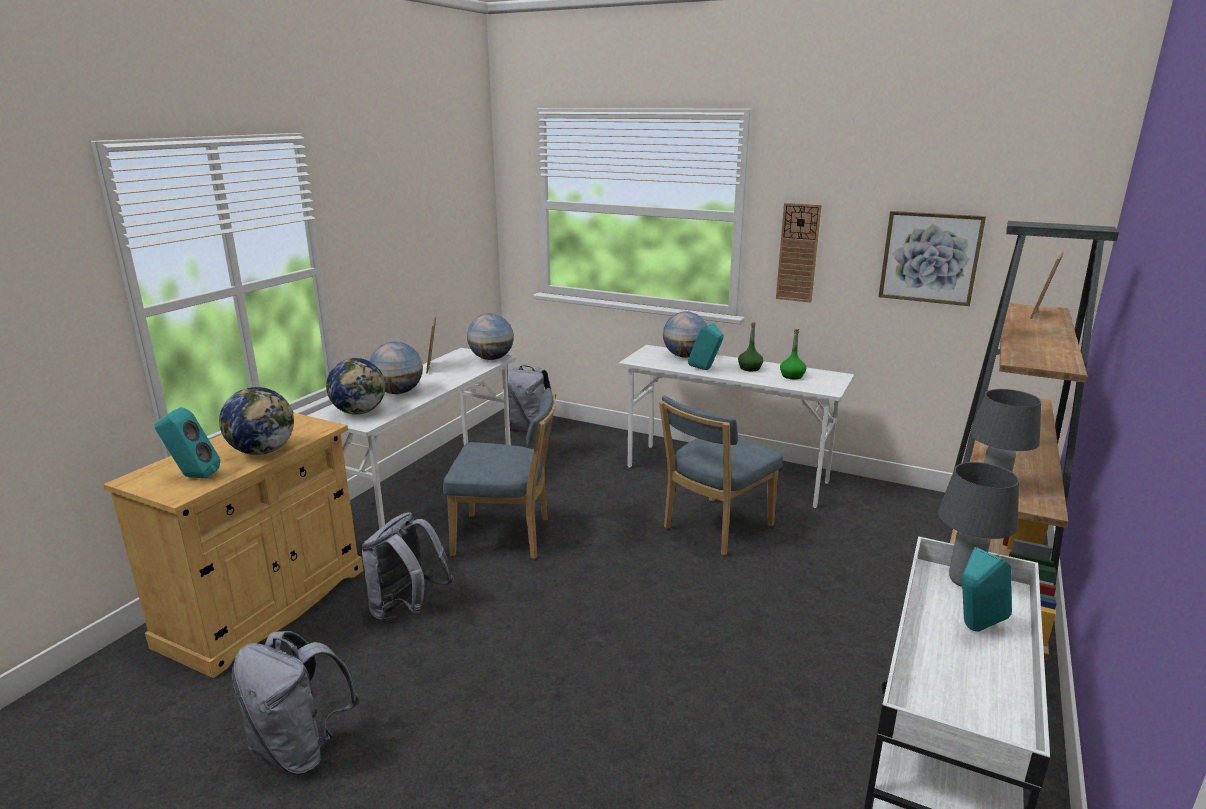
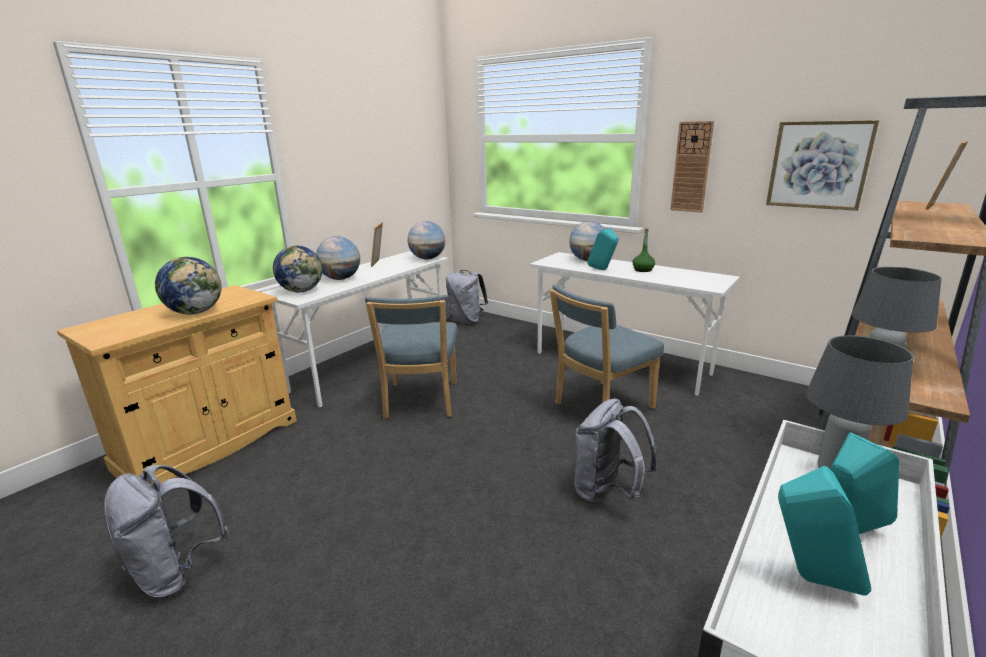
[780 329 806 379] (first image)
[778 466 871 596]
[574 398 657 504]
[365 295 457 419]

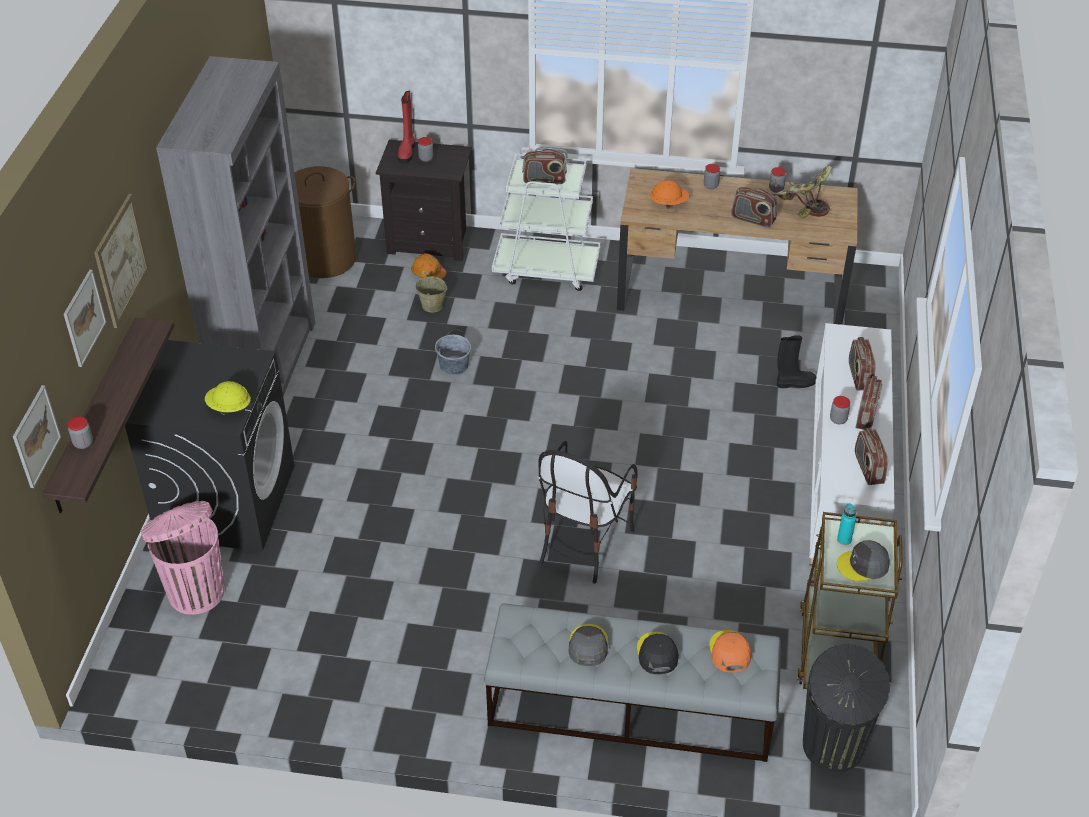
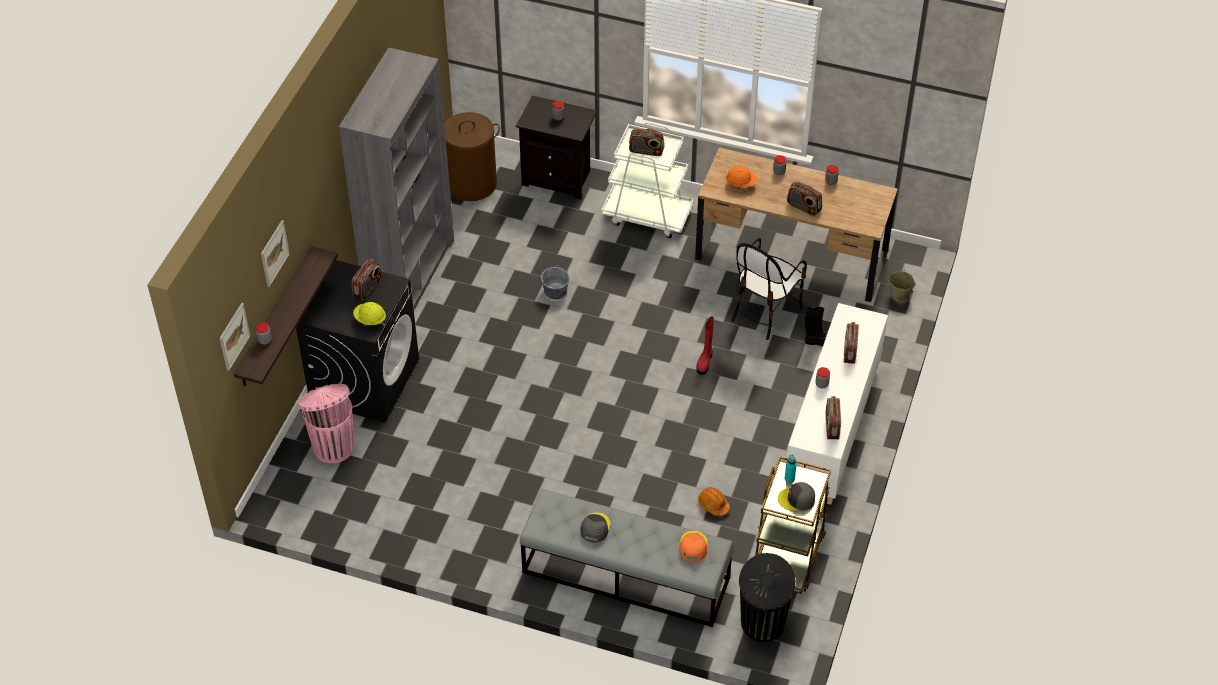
[94 194 149 328] (first image)
[637 632 679 674] (first image)
[772 166 832 218] (first image)
[696 317 714 375]
[698 487 730 516]
[889 269 915 301]
[731 238 807 340]
[352 259 382 300]

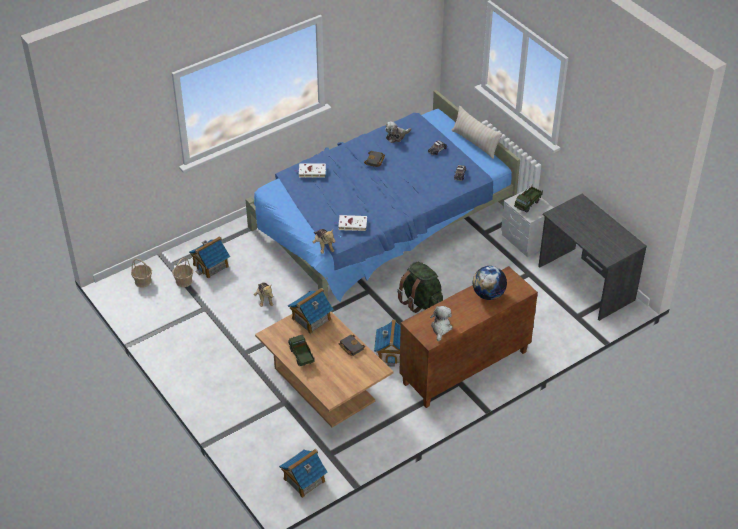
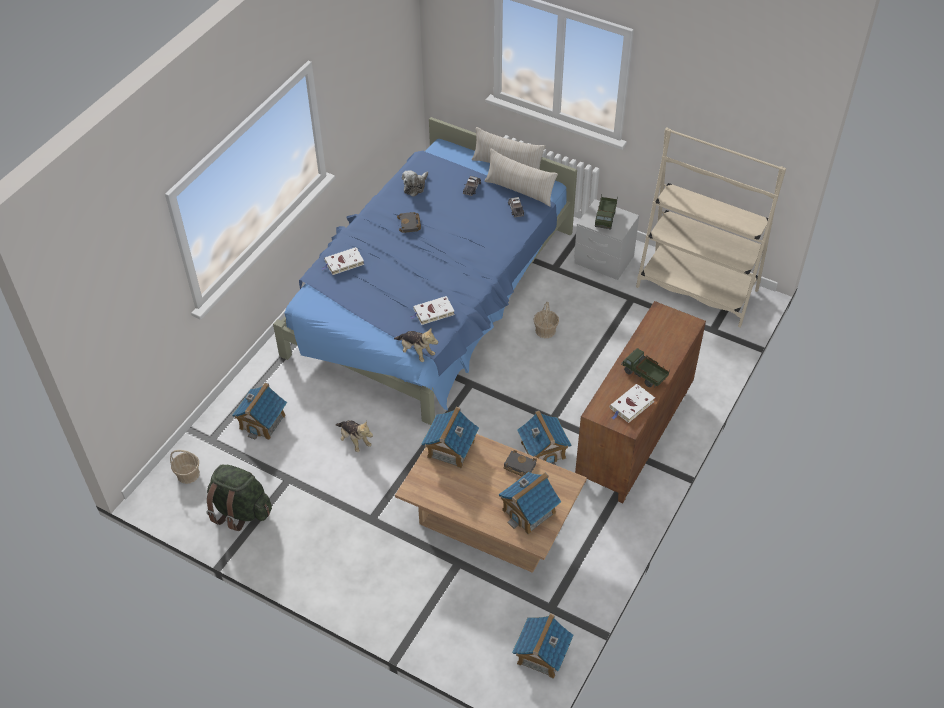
[472 266 507 300] (first image)
[485 149 558 207]
[499 472 561 535]
[533 302 559 338]
[621 348 670 387]
[207 465 272 531]
[610 384 655 423]
[636 127 786 327]

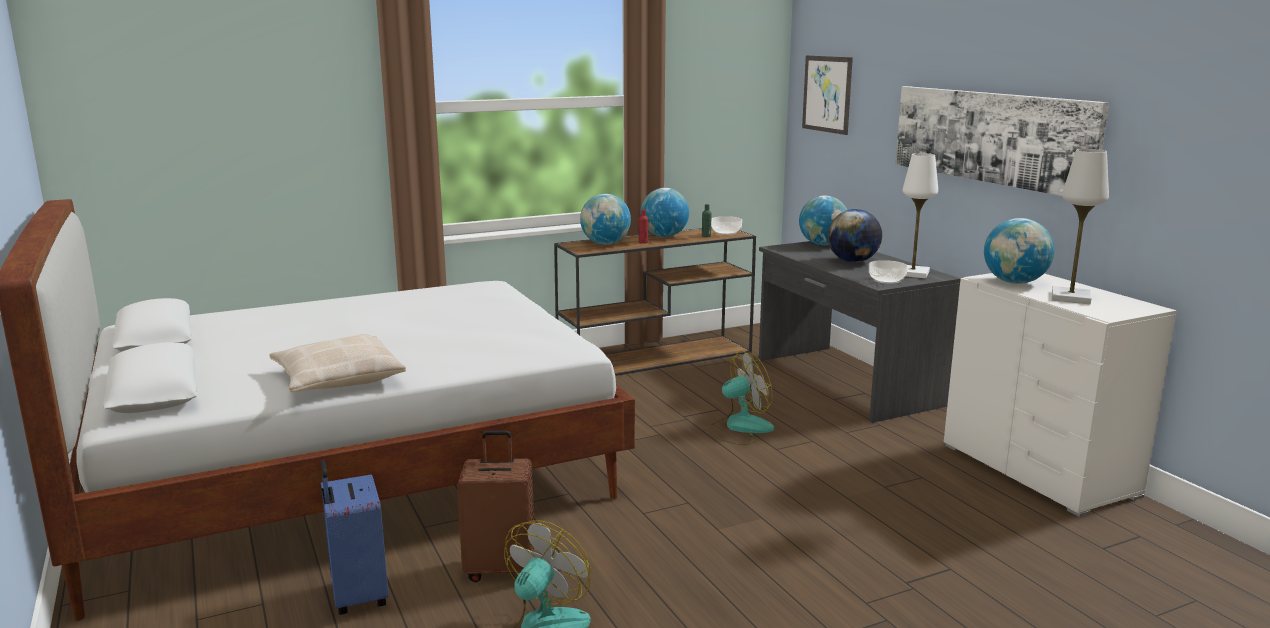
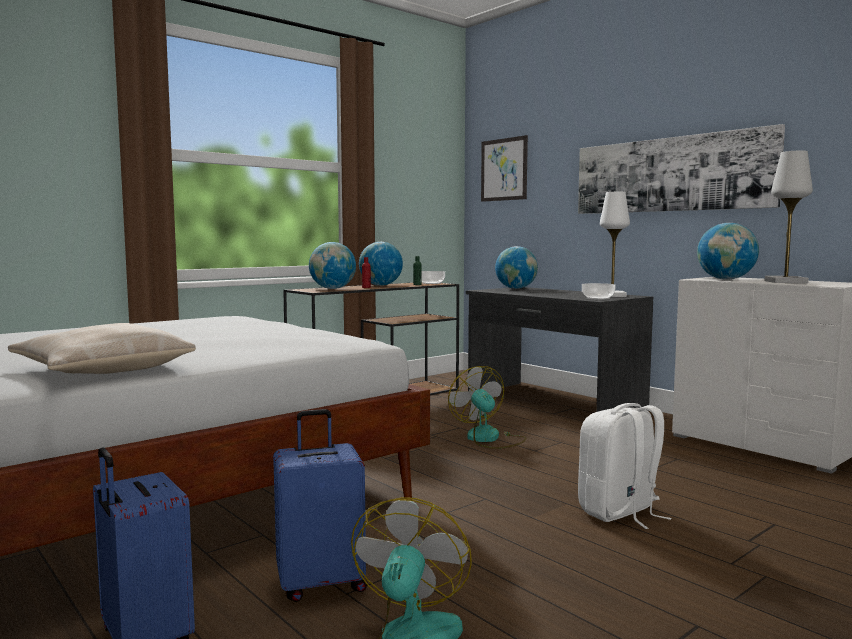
[828 209 882 262] (first image)
[578 403 672 529]
[273 409 367 602]
[448 366 526 449]

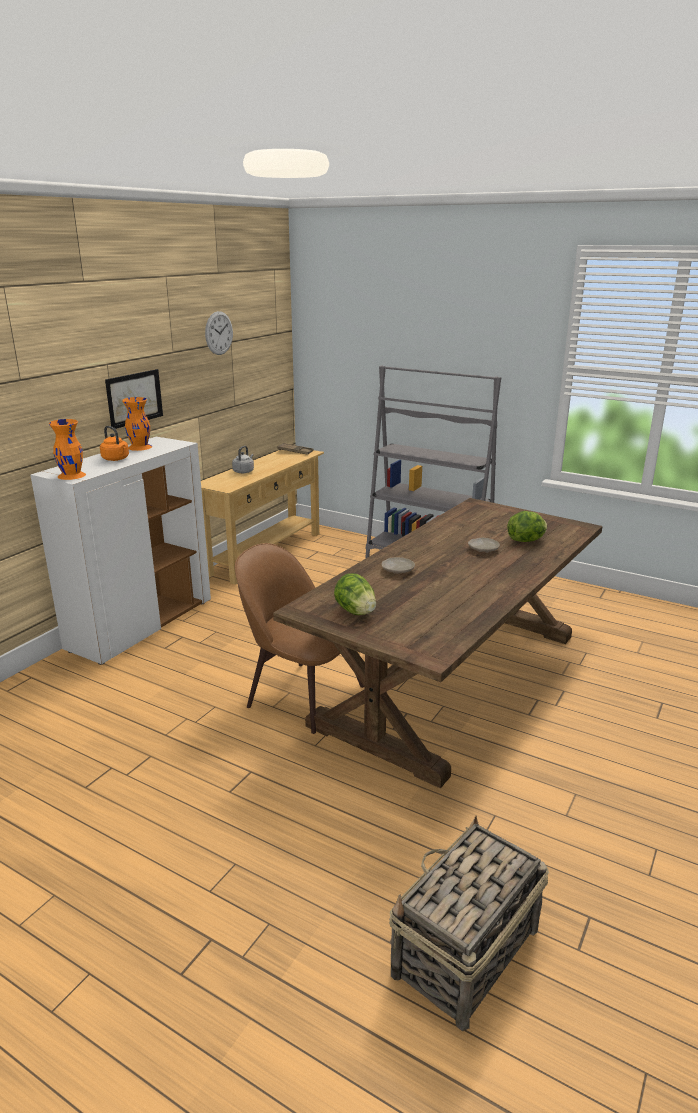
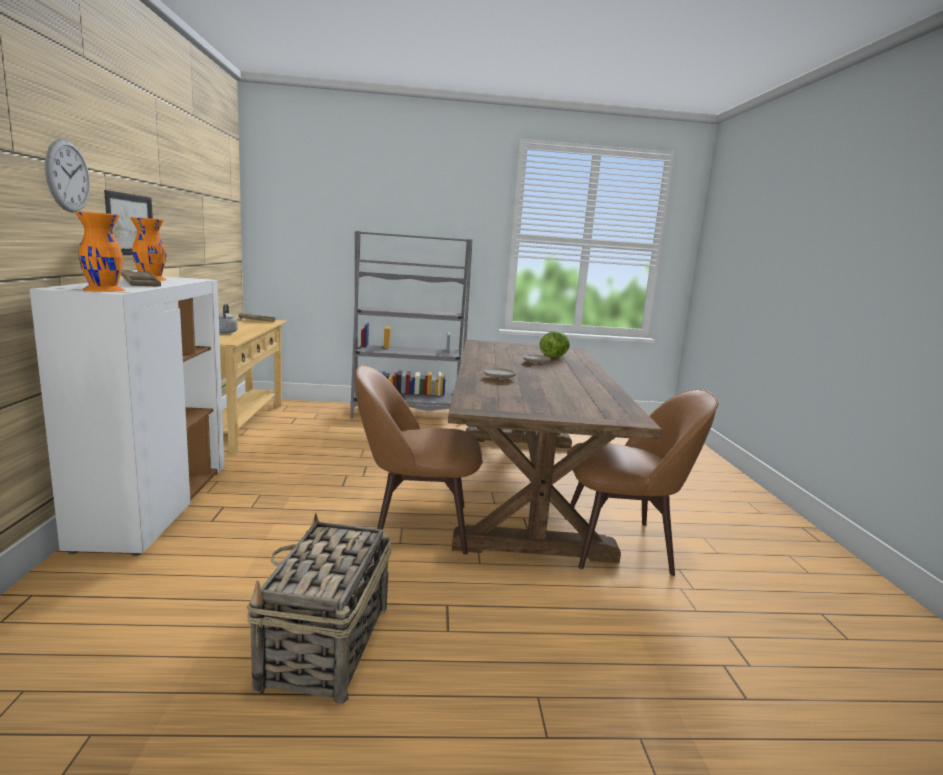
[334 573 376 615] (first image)
[565 389 718 576]
[45 139 90 213]
[247 513 392 704]
[121 270 161 286]

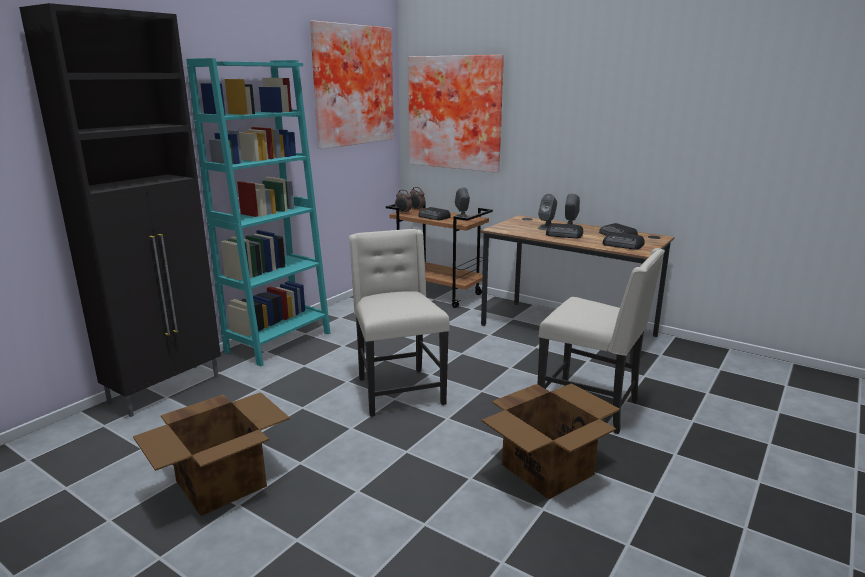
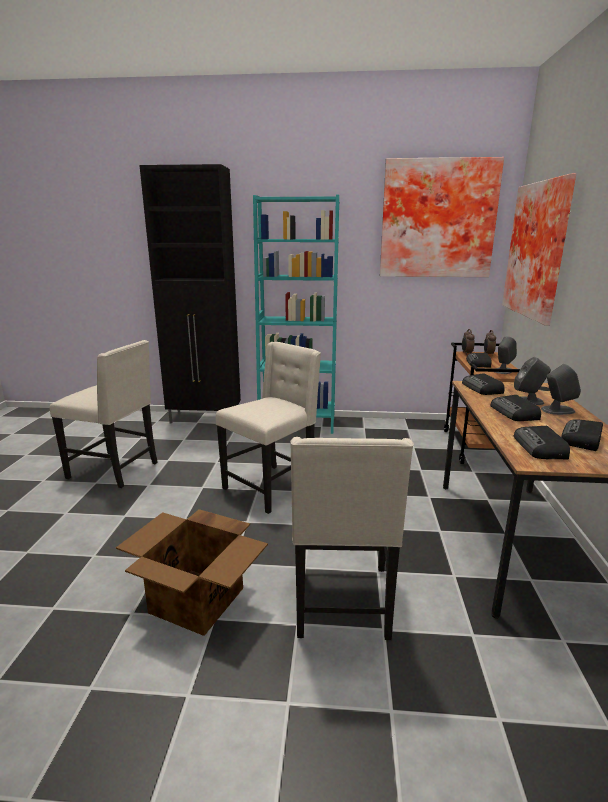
[462 373 505 395]
[50 340 158 488]

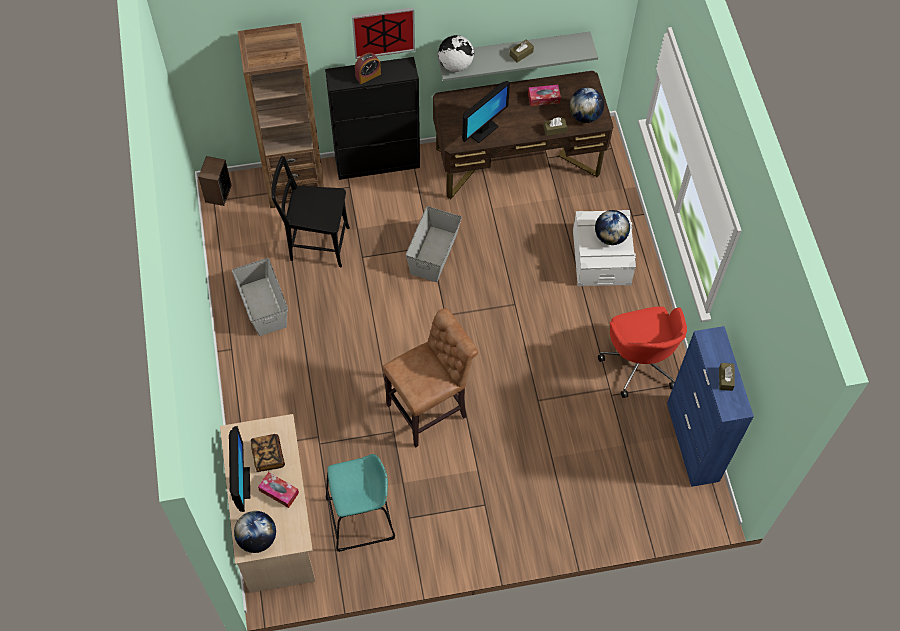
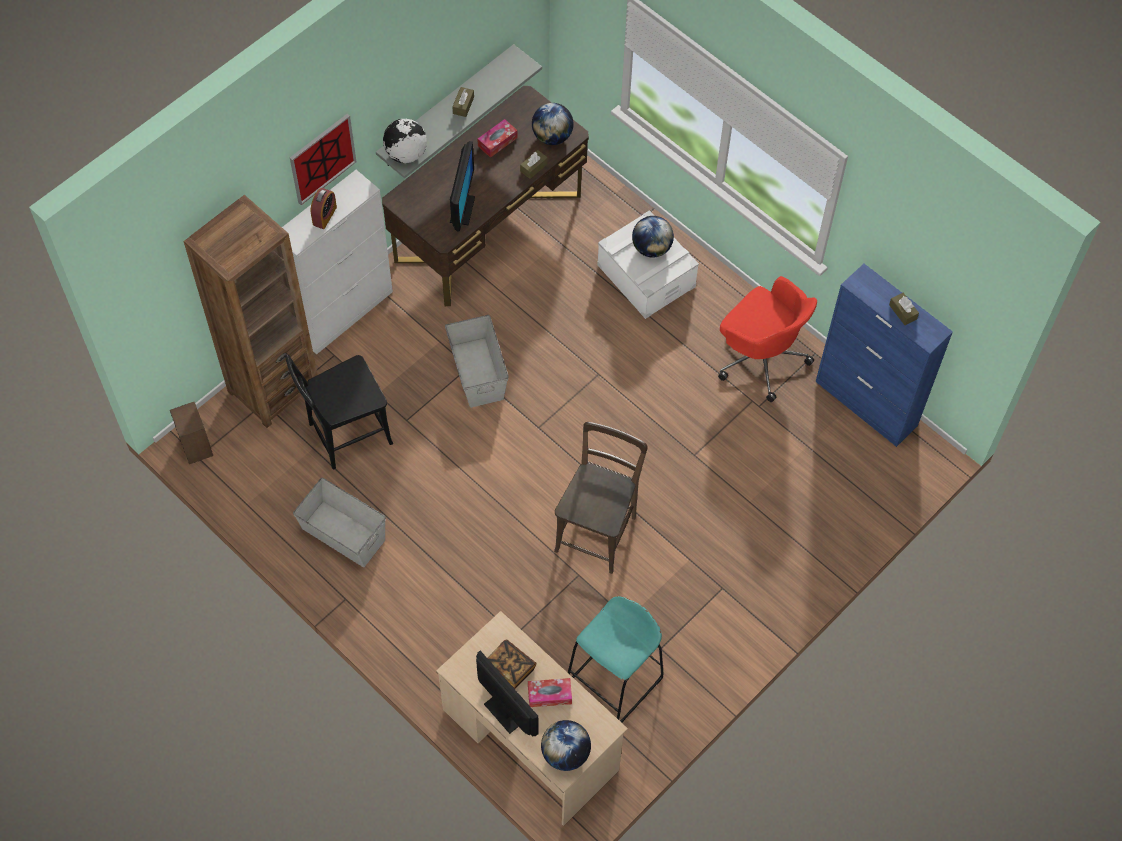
[554 422 648 574]
[282 170 393 355]

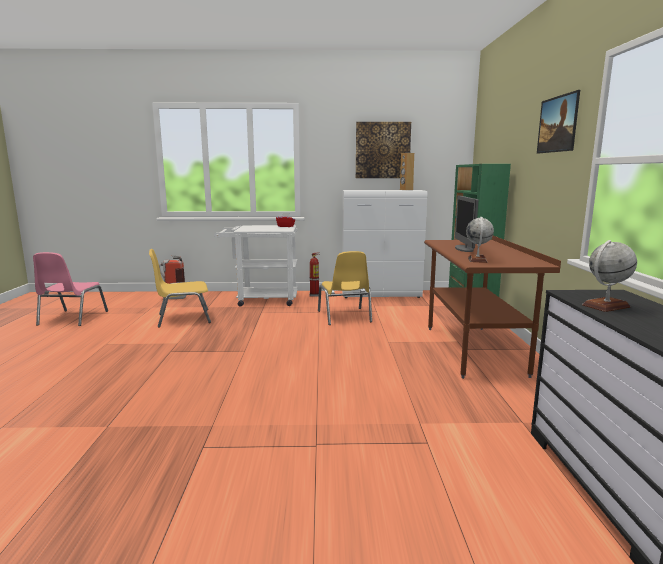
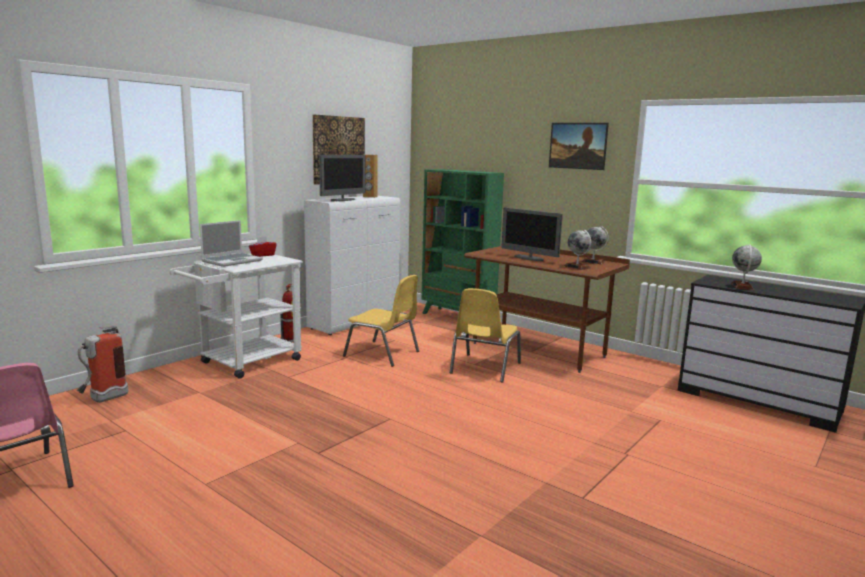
[200 220 263 267]
[319 155 365 201]
[581 226 609 264]
[450 288 521 383]

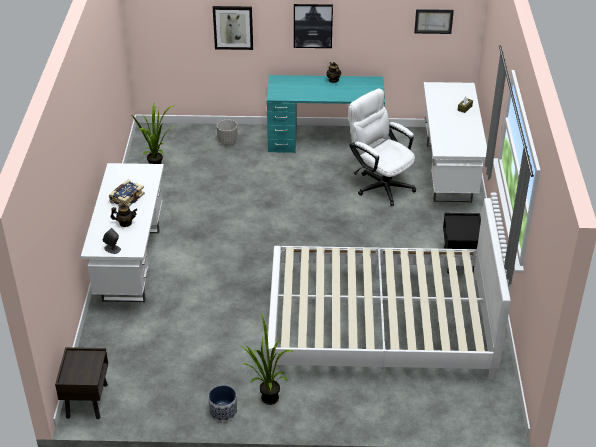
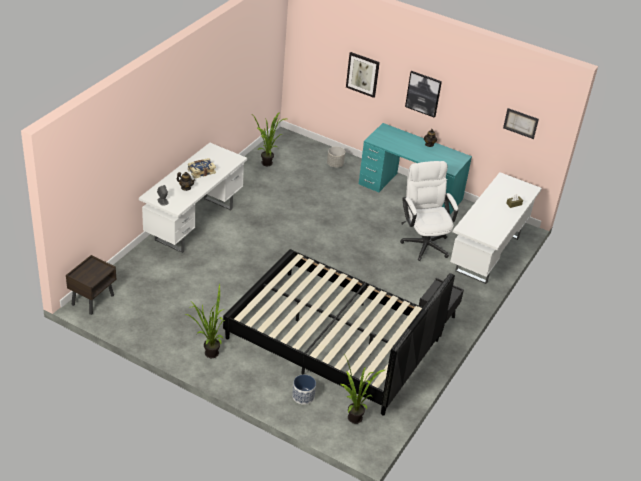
[341 353 385 424]
[292 375 316 405]
[223 249 455 416]

